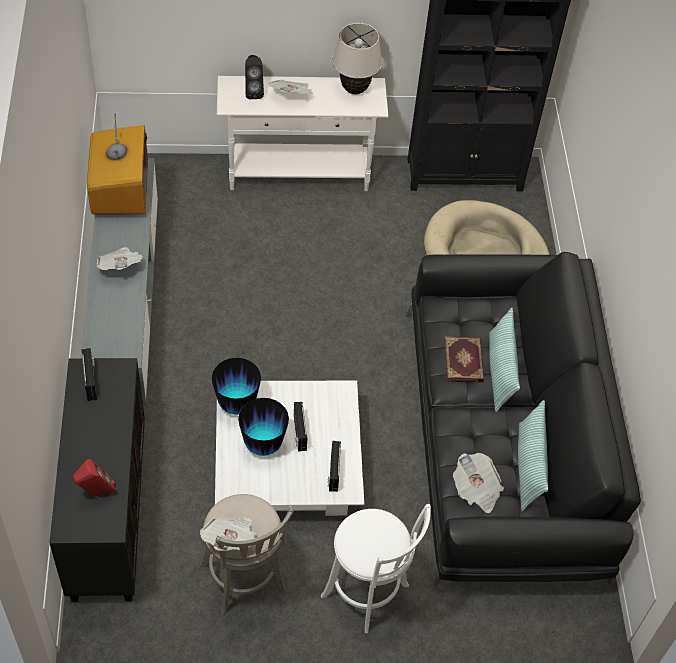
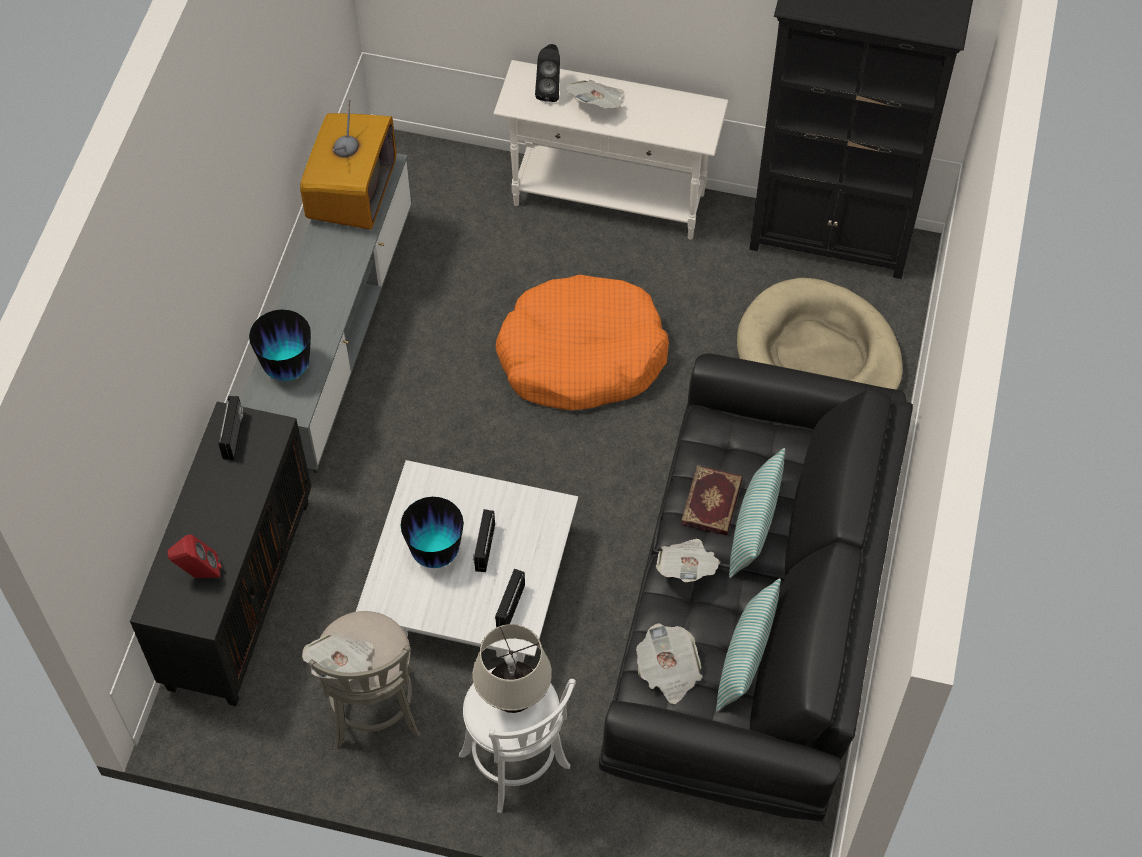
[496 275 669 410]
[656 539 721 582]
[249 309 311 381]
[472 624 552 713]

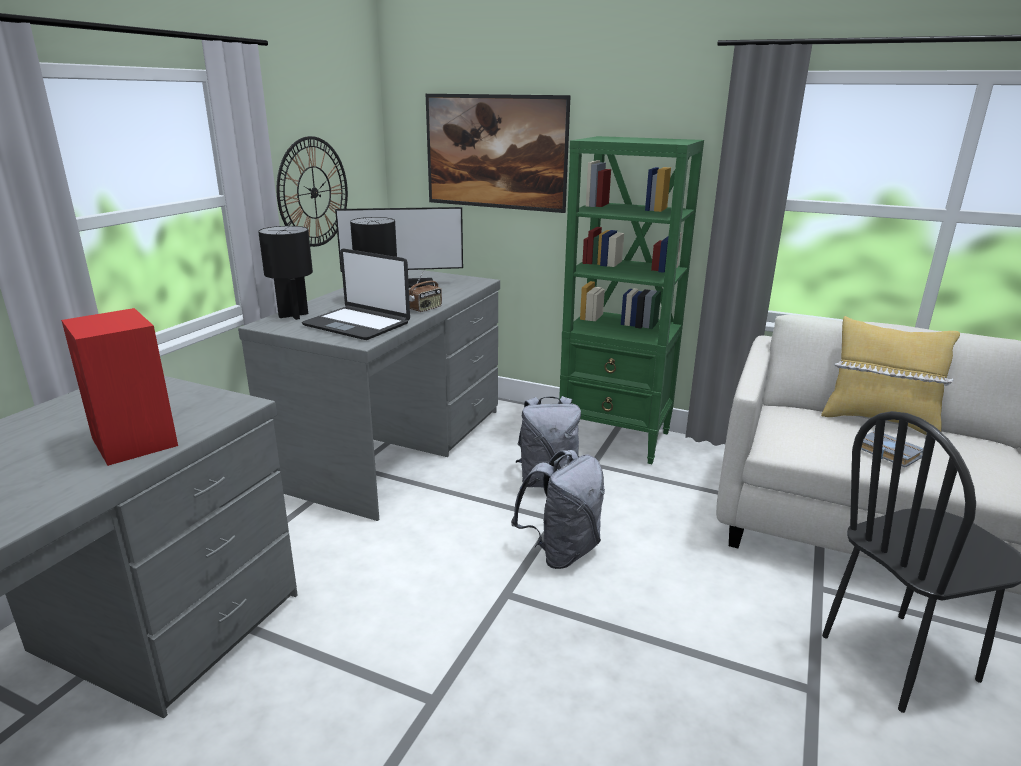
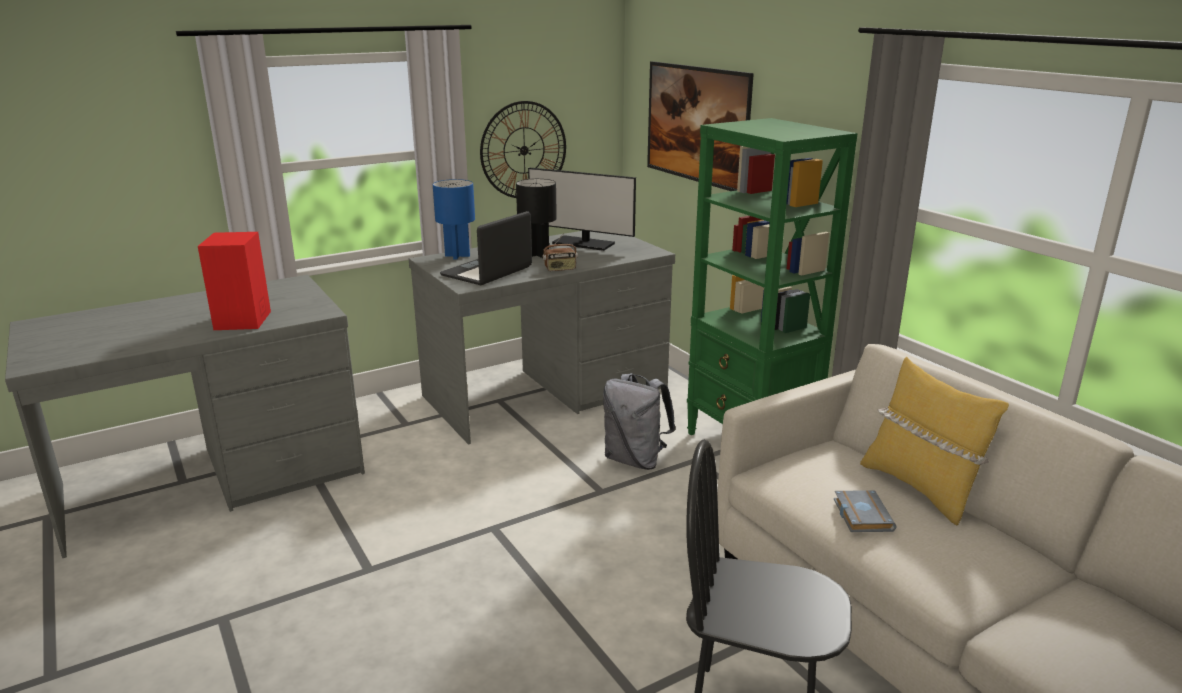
[511 450 605 569] (first image)
[433 179 475 260]
[440 211 532 285]

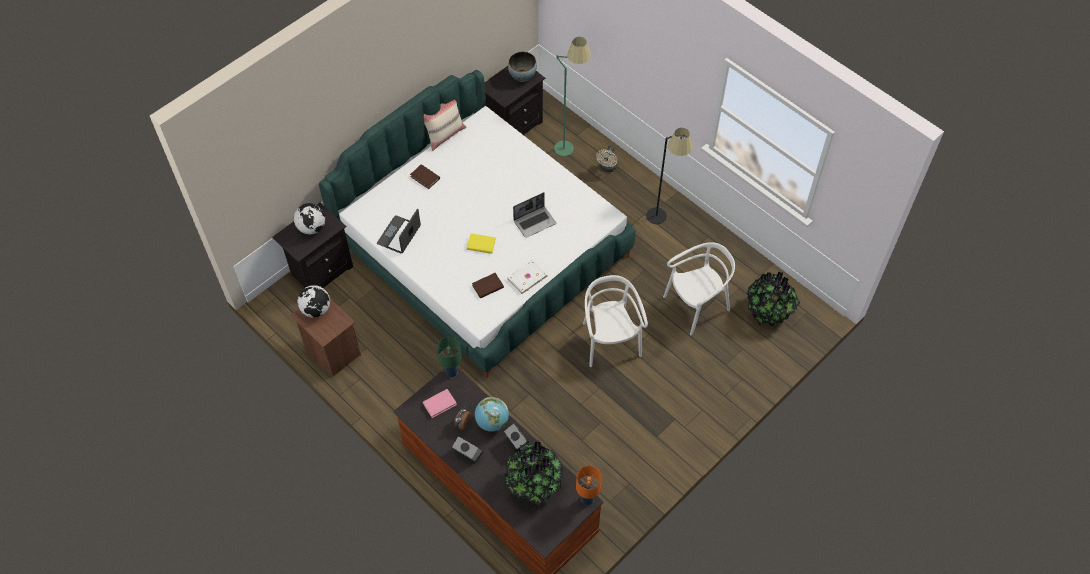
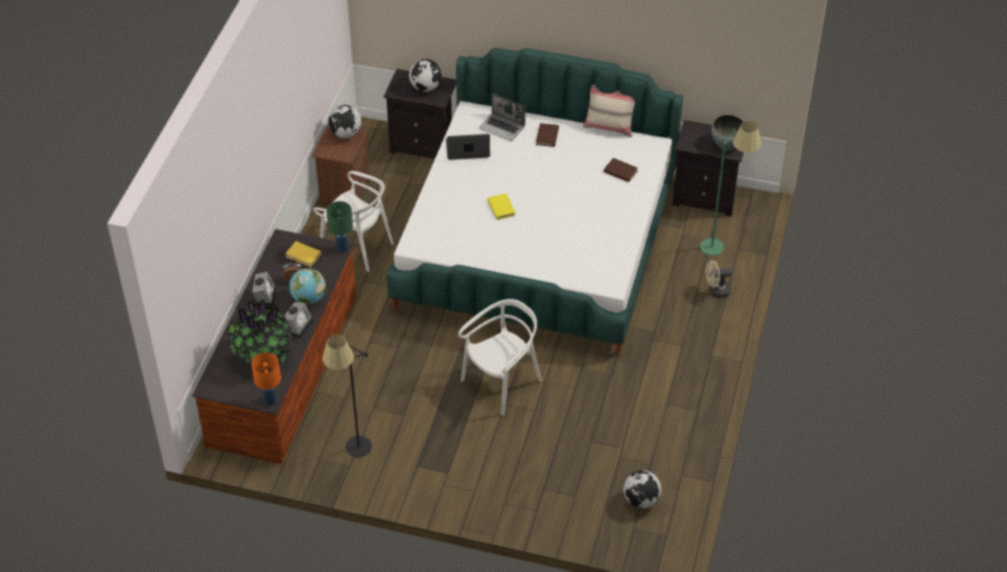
[507 260 548 294] (first image)
[604 158 638 182]
[479 94 525 141]
[322 334 372 457]
[313 171 394 272]
[623 470 661 508]
[285 241 322 267]

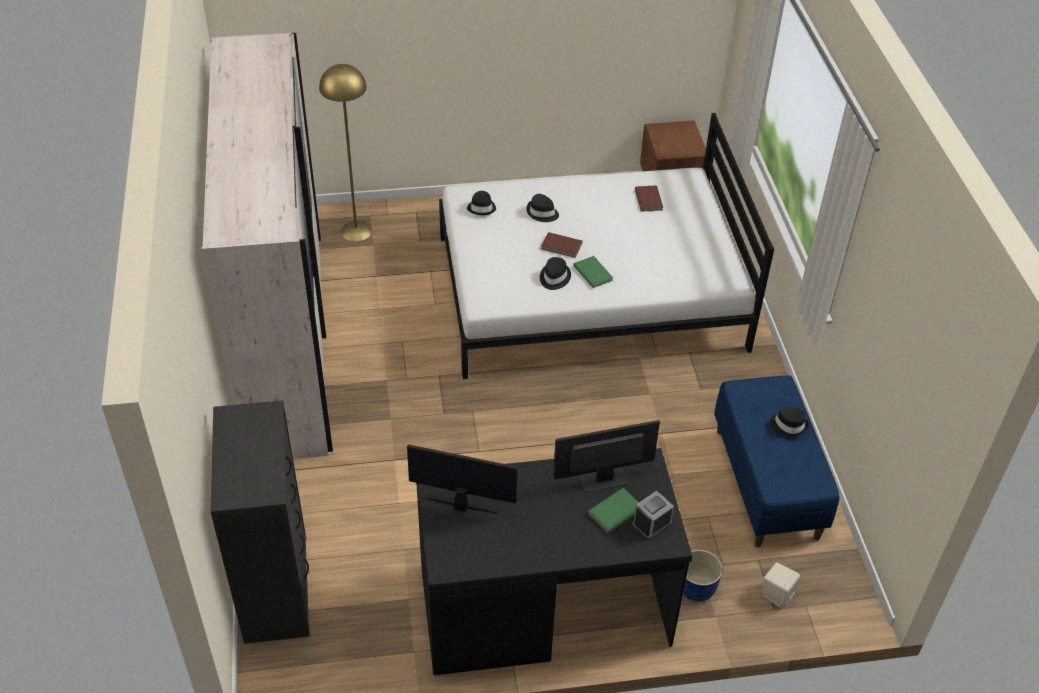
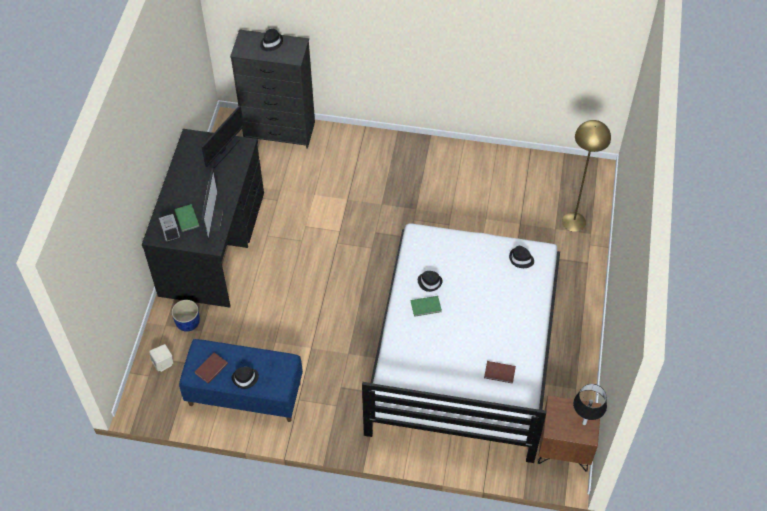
[201 33 333 459] (first image)
[573 384 607 425]
[260 29 283 51]
[195 353 228 384]

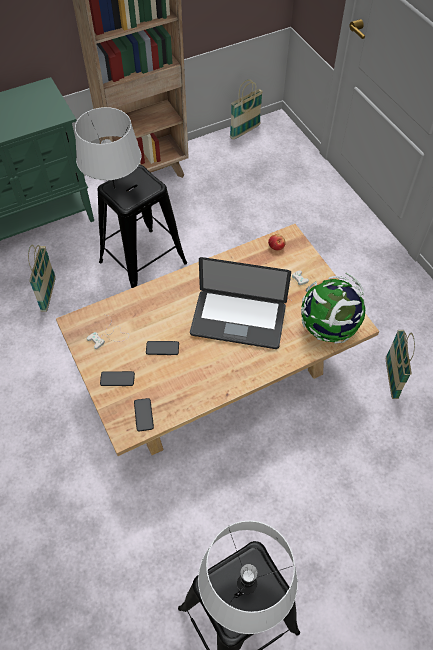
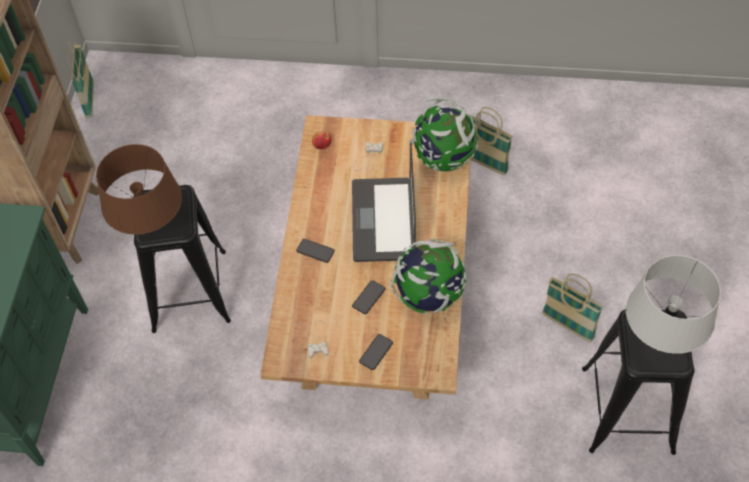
[390 239 467 314]
[542 274 604 342]
[297 239 335 263]
[96 144 182 235]
[352 142 416 262]

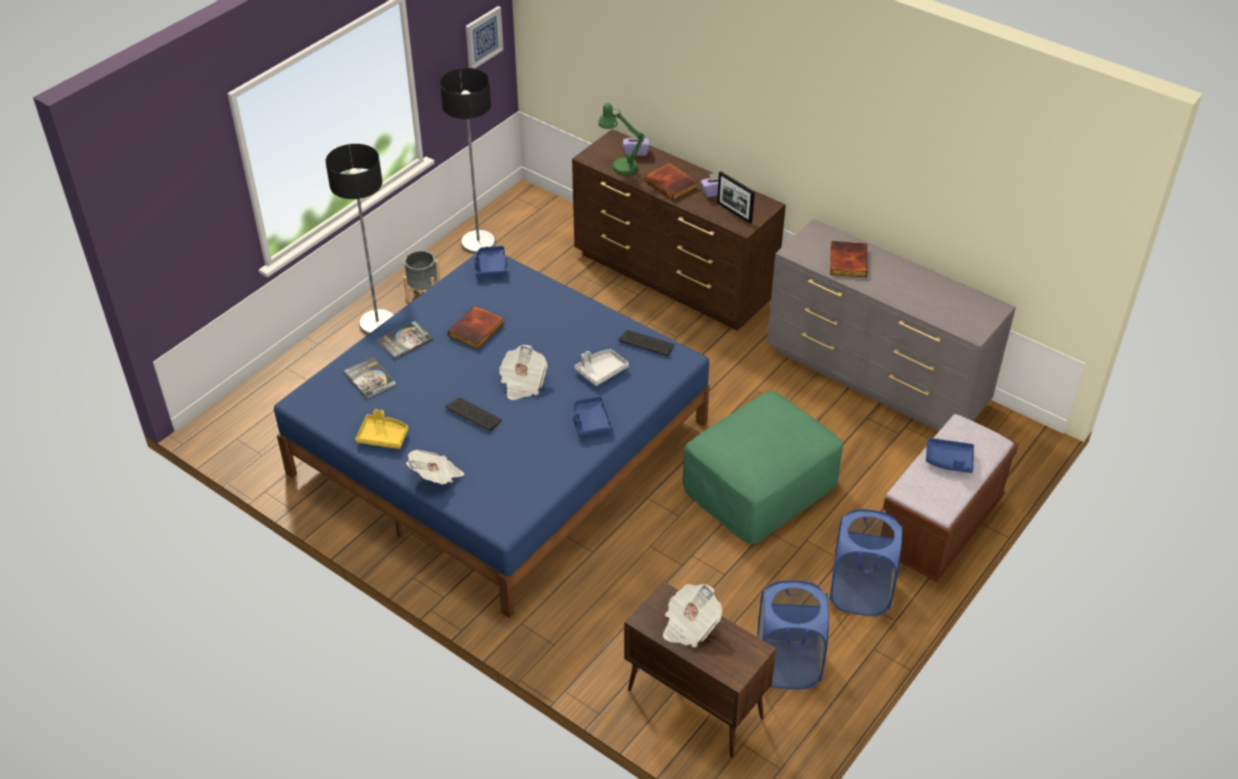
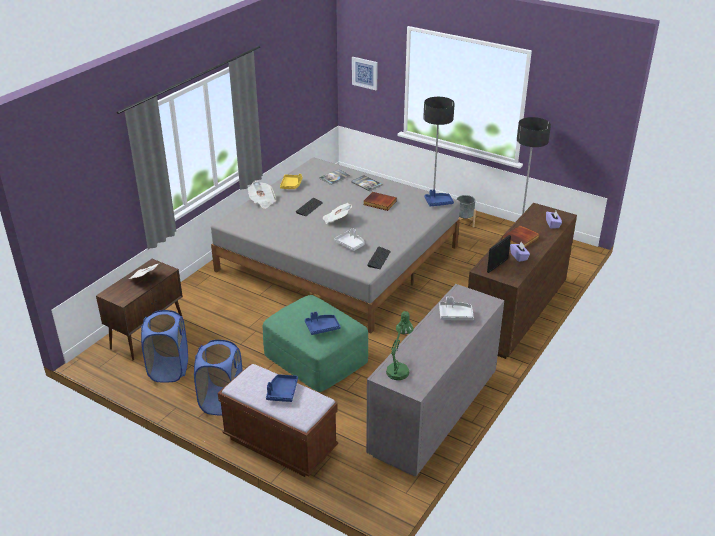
[352 57 378 90]
[305 312 340 335]
[386 311 413 380]
[439 297 474 320]
[211 158 460 333]

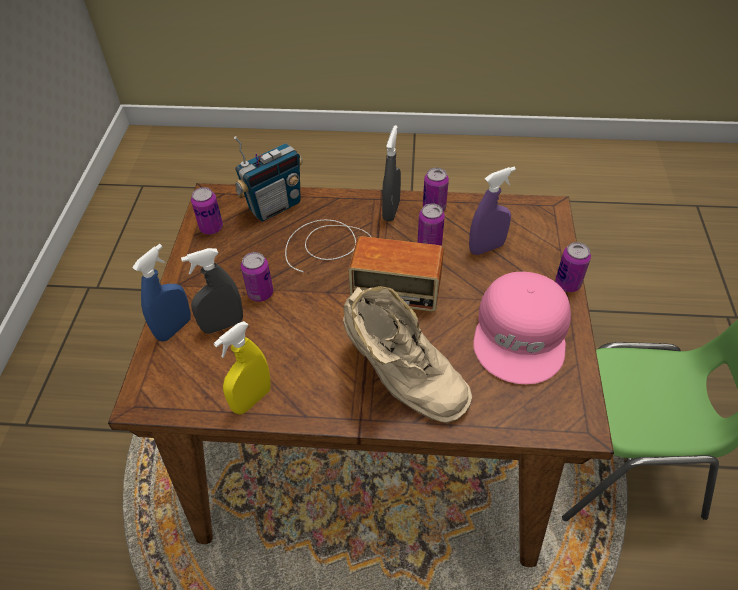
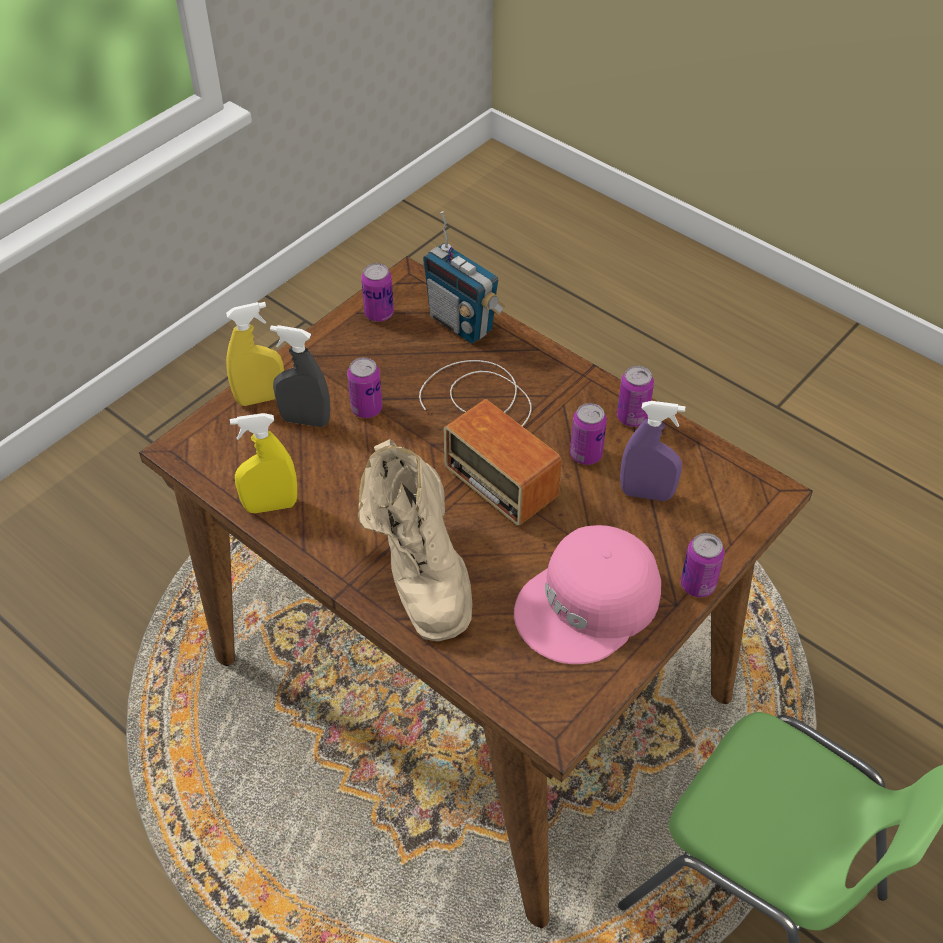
[382 125 401 222] (first image)
[226 302 284 406]
[423 211 505 344]

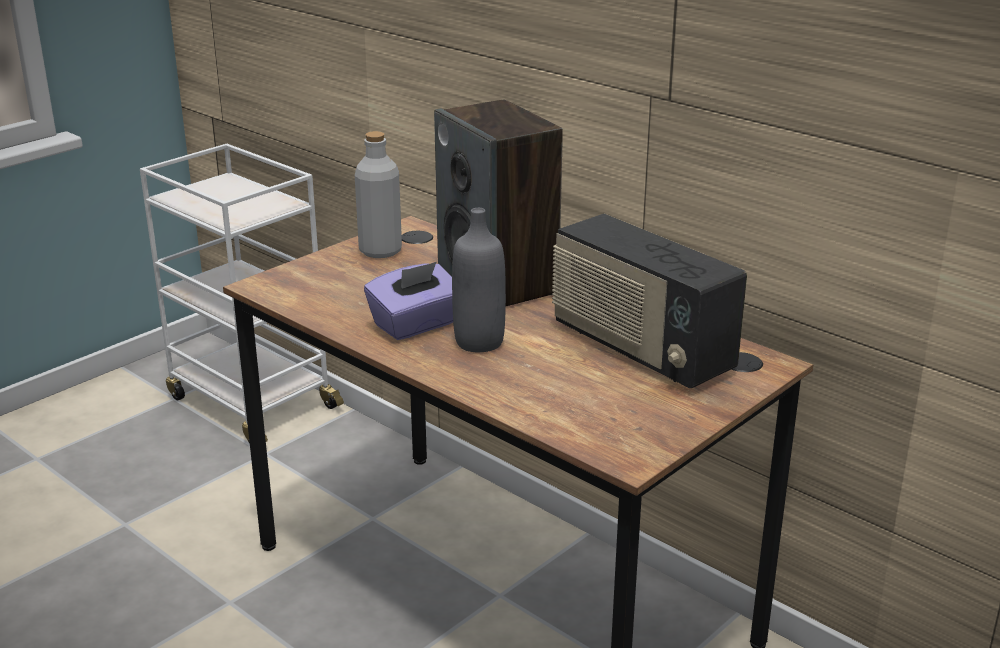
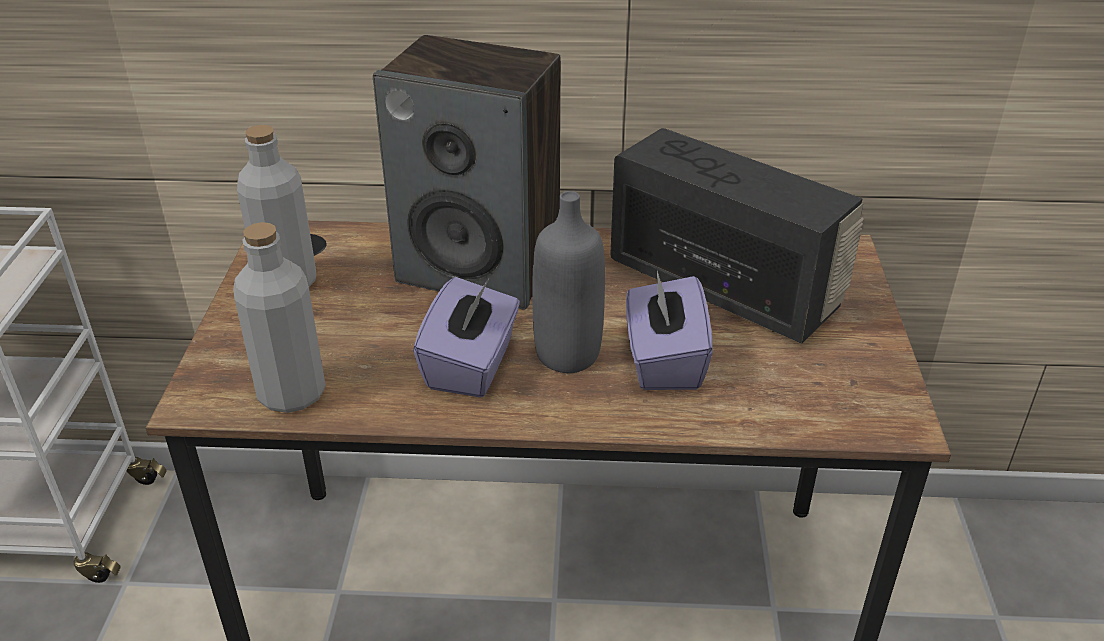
[233 222 325 413]
[626 271 713 390]
[610 128 864 344]

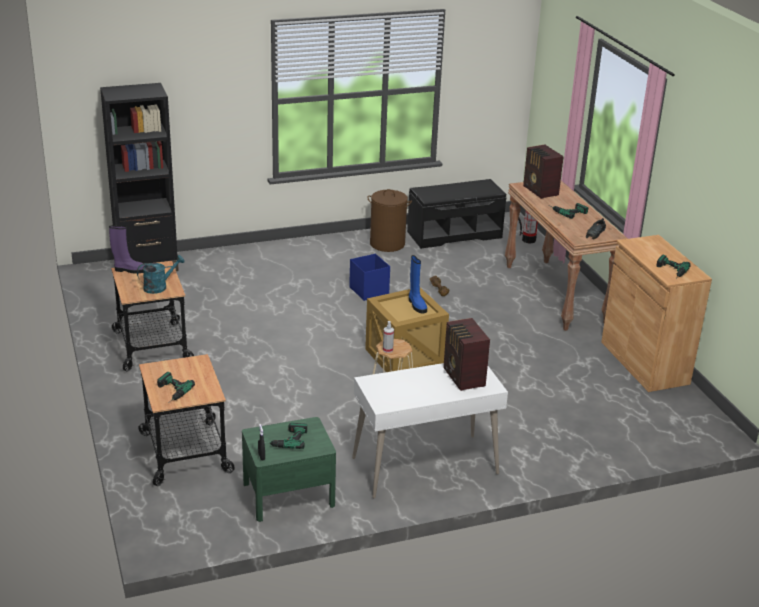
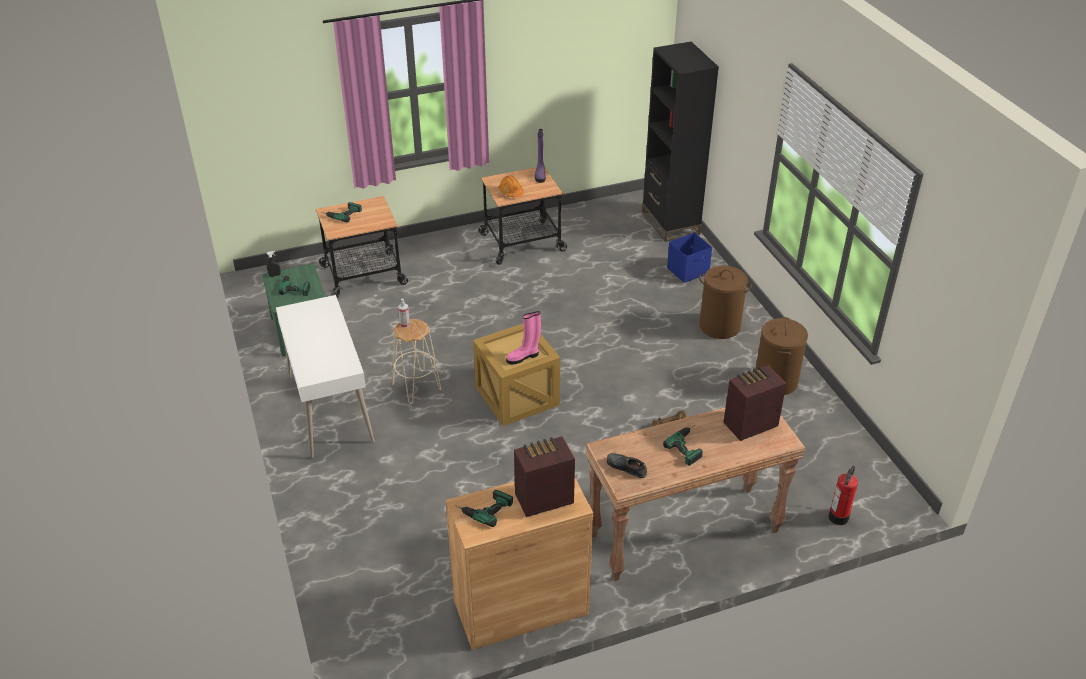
[407 179 507 249] (first image)
[699 266 752 339]
[667 233 712 283]
[514 436 575 517]
[499 176 524 197]
[506 311 541 365]

